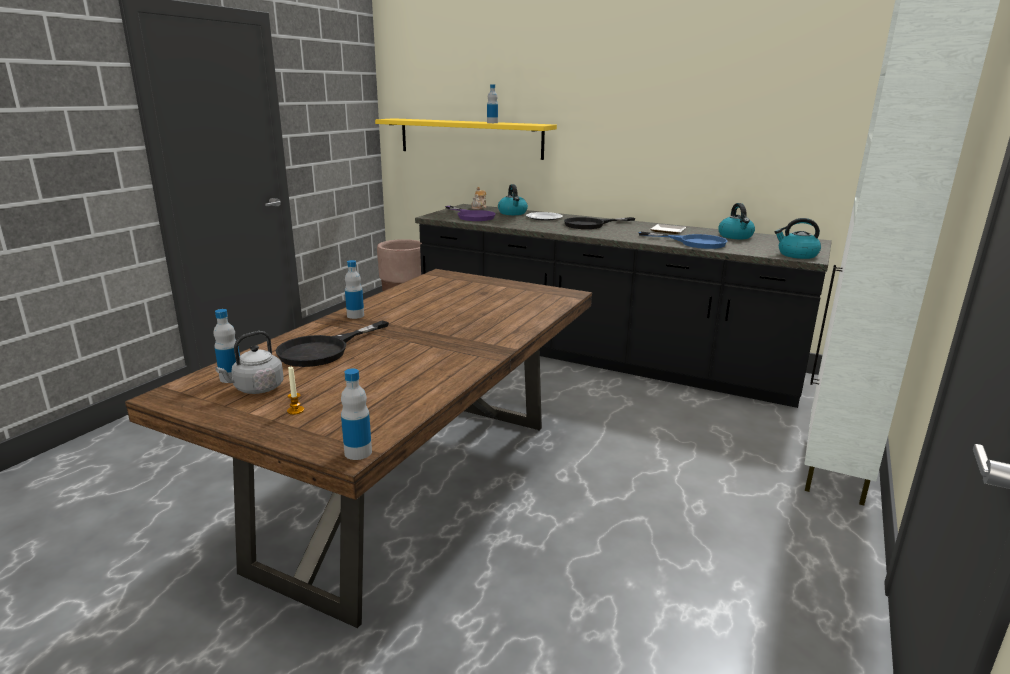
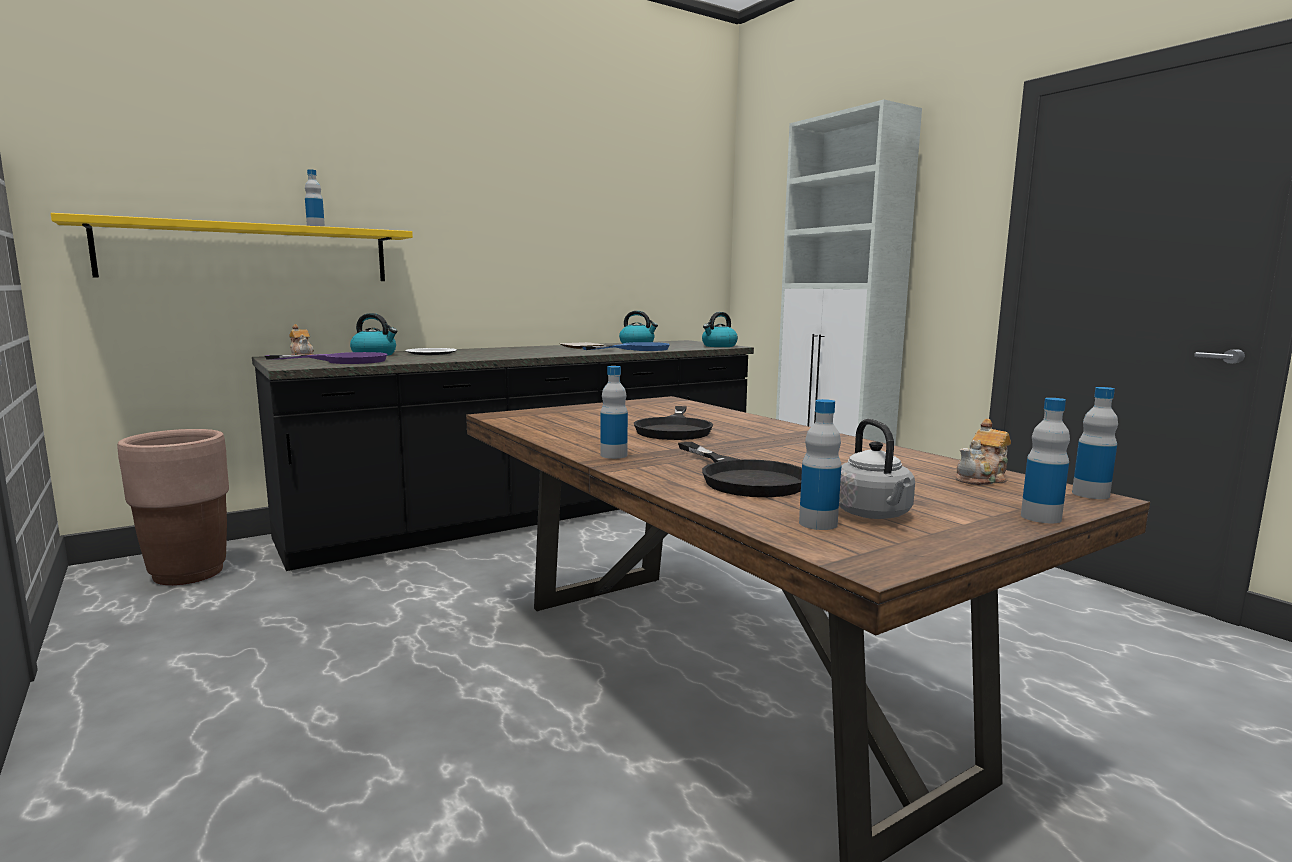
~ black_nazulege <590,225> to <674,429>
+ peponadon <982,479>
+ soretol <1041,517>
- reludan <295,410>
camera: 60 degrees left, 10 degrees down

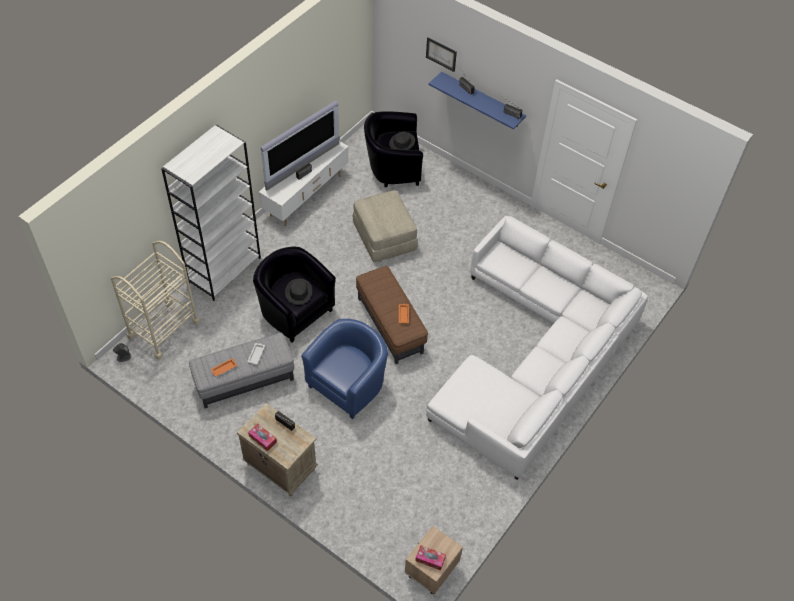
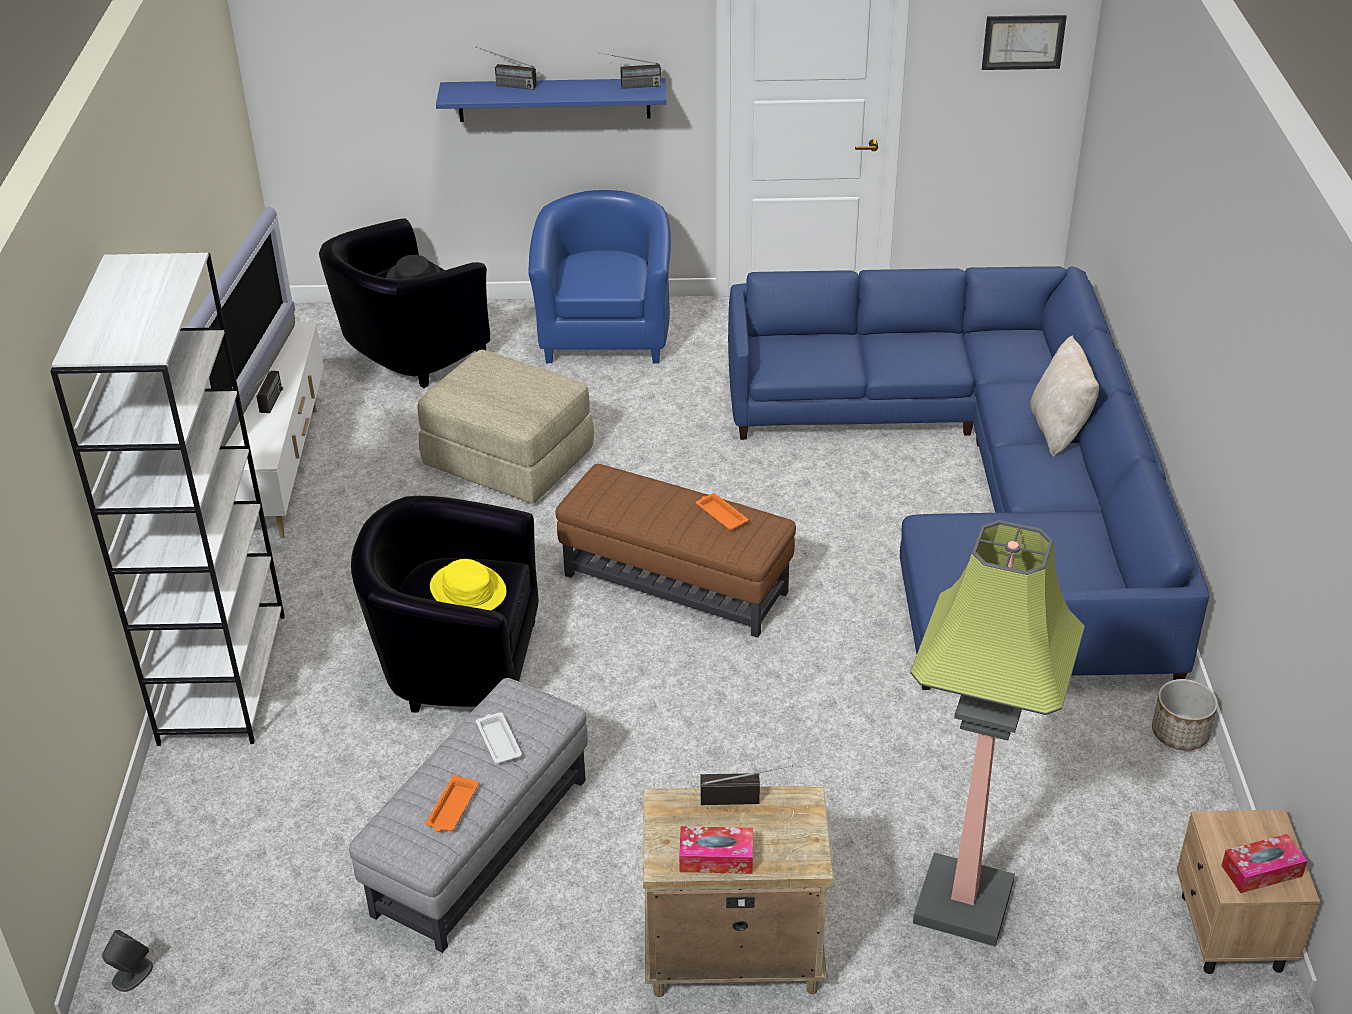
~ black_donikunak <298,292> to yellow_donikunak <468,590>
~ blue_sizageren <348,384> to <605,333>
~ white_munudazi <535,357> to blue_munudazi <981,491>
+ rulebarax <964,904>
~ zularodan <441,54> to <1023,42>
+ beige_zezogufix <1059,430>
+ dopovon <1180,733>
- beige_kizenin <164,329>
camera: 35 degrees left, 15 degrees down

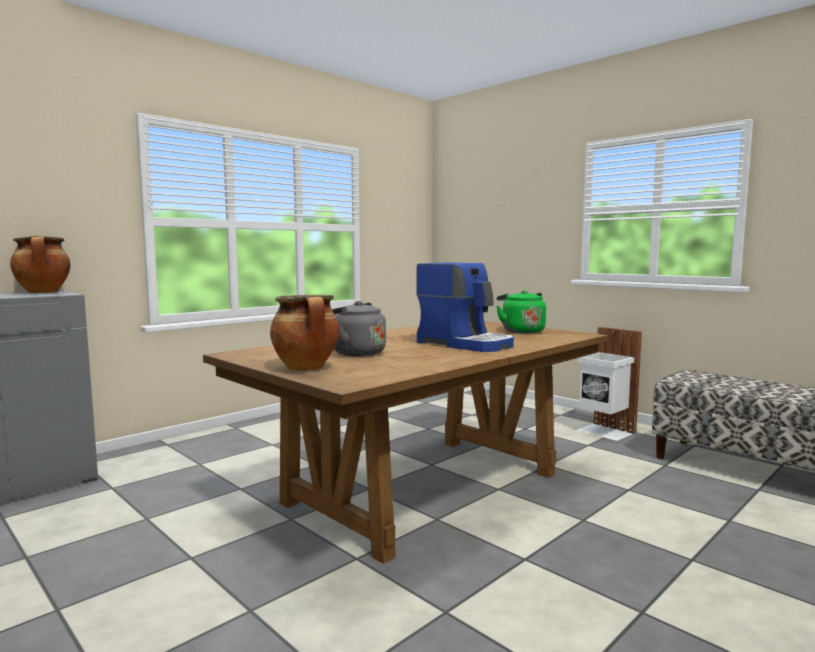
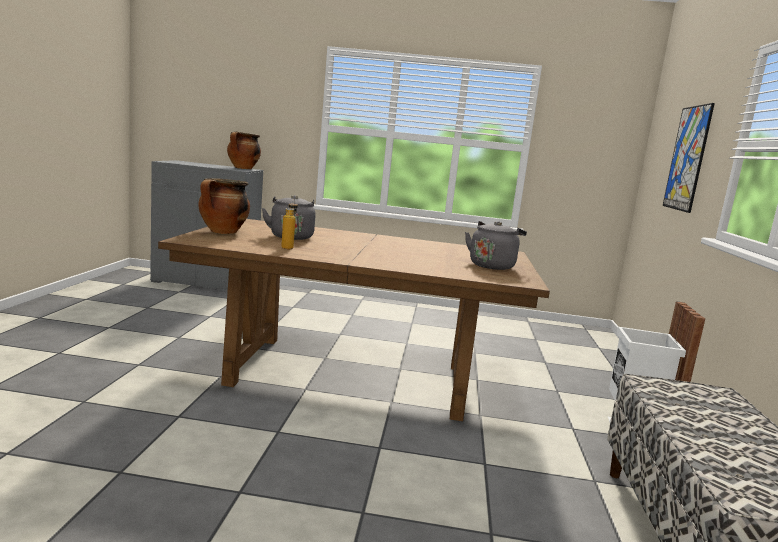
+ soretol <288,247>
~ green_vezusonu <521,331> to grey_vezusonu <492,265>
+ zularodan <687,158>
- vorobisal <466,344>
camera: 50 degrees right, 5 degrees up

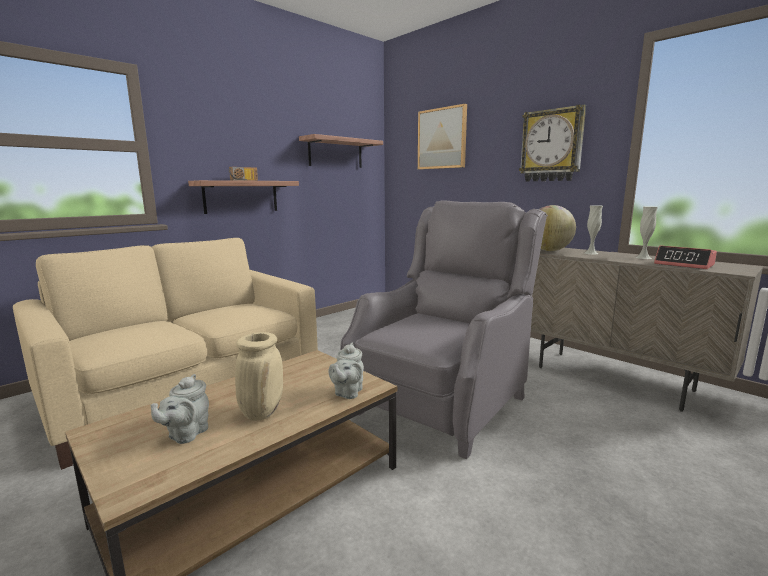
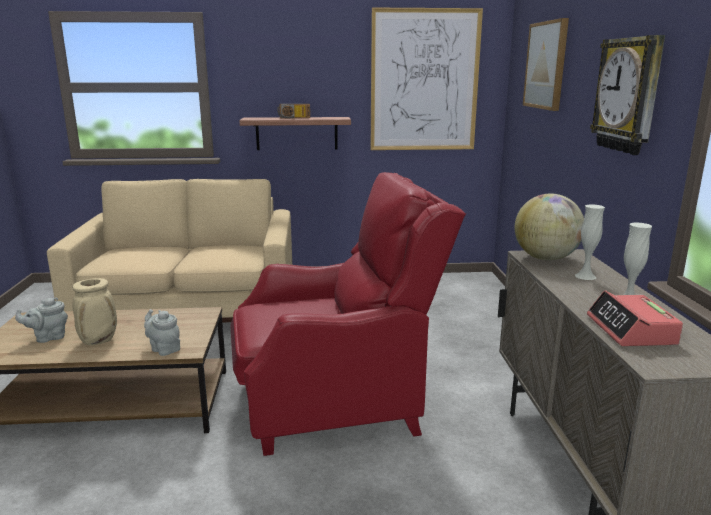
~ grey_peponadon <347,393> = <164,349> 75 degrees clockwise
~ grey_sizageren <443,402> to red_sizageren <337,402>
~ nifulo <335,153> to zularodan <424,81>
camera: 40 degrees right, 5 degrees up

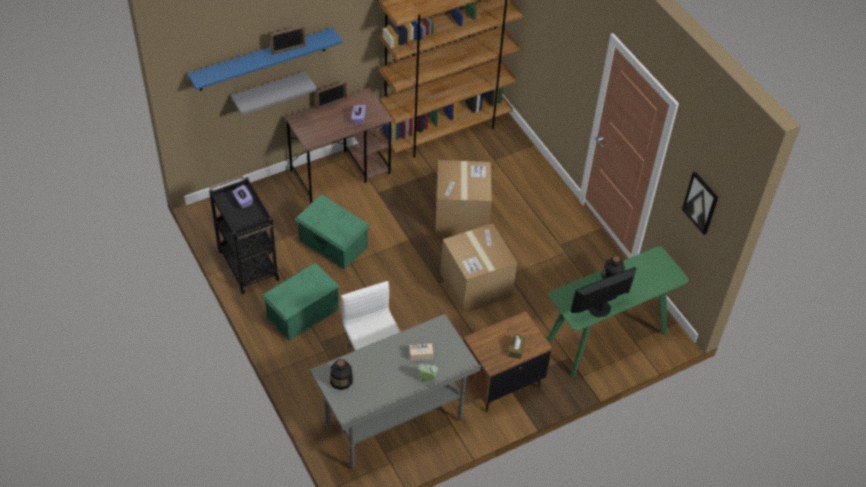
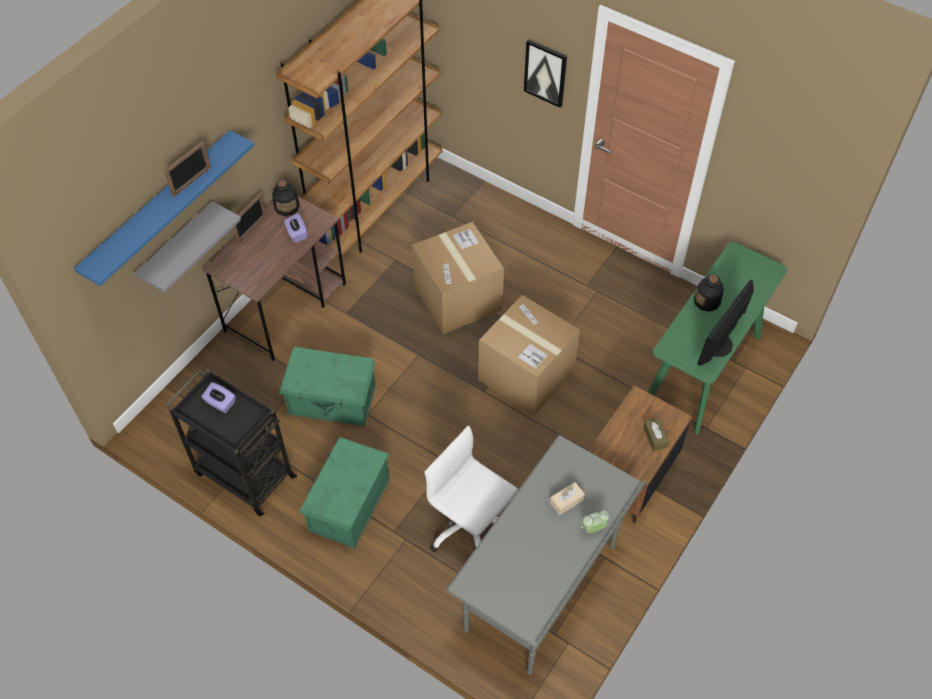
~ soretol <341,380> to <287,207>
~ zularodan <701,202> to <545,72>
camera: 25 degrees left, 5 degrees up

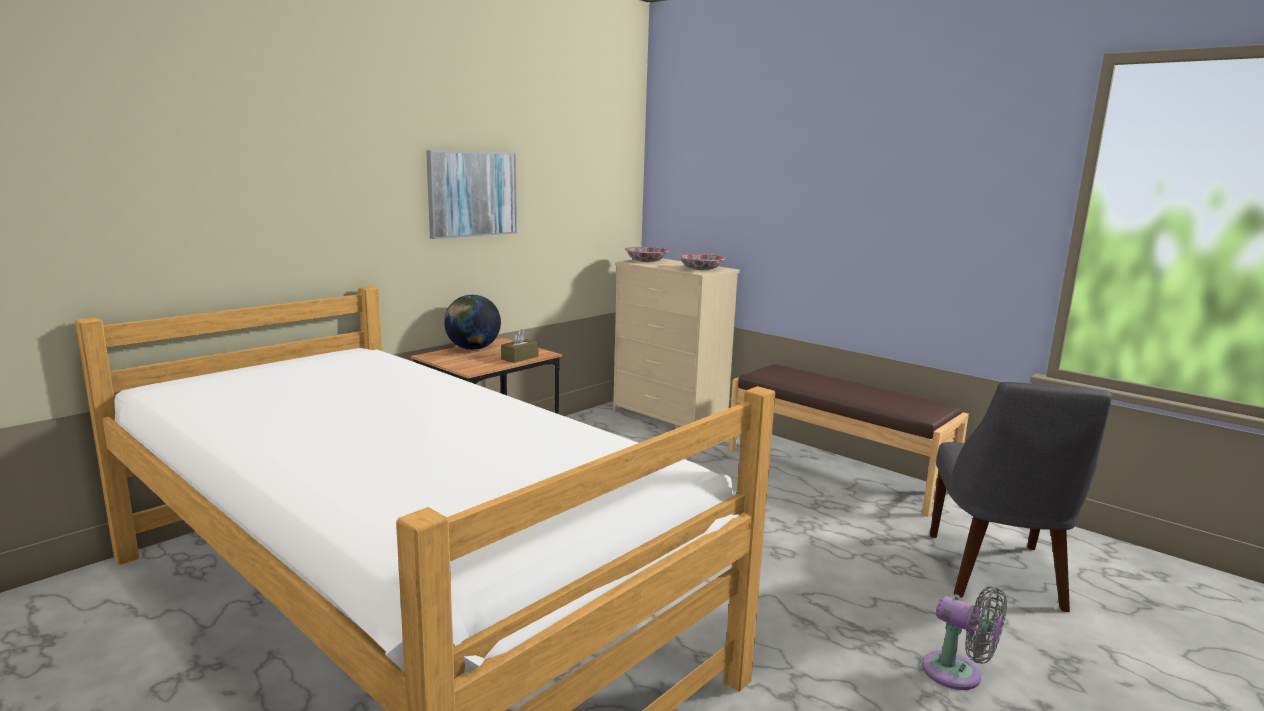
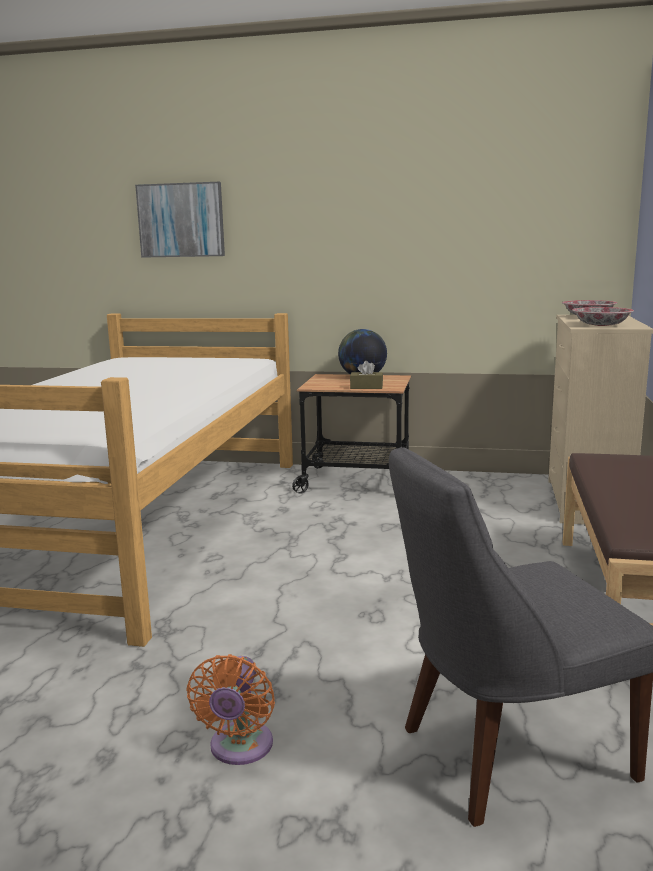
~ zularodan <472,194> to <181,220>
~ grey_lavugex <958,674> to orange_lavugex <239,749>
camera: 60 degrees right, 0 degrees up

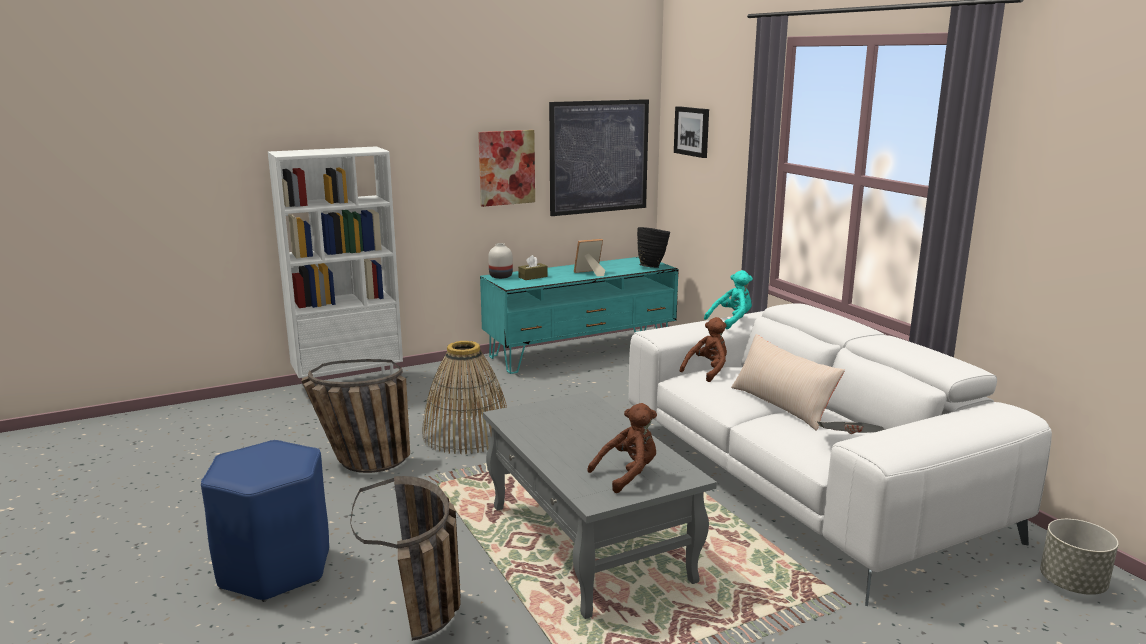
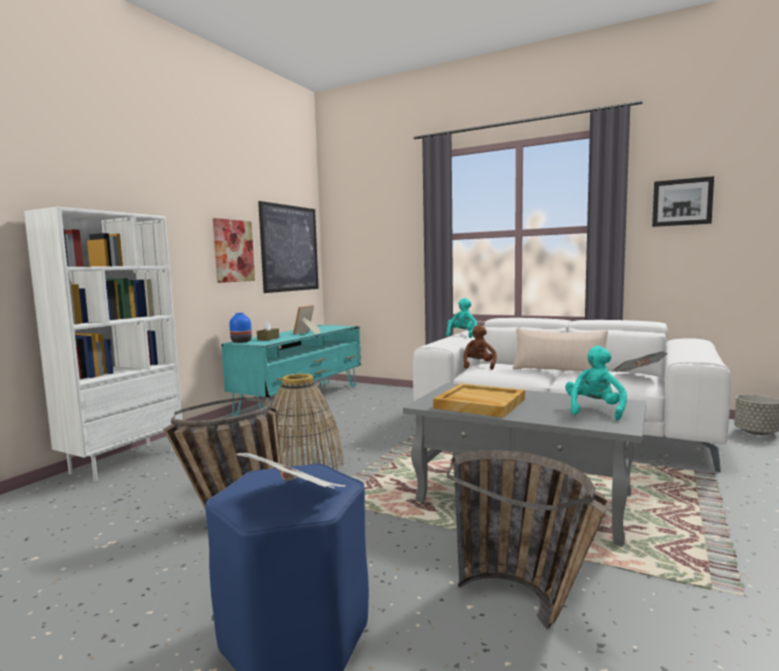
~ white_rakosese <501,276> to blue_rakosese <241,341>
+ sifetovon <294,498>
+ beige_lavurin <479,403>
~ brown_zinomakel <628,474> to turquoise_zinomakel <594,410>
~ zularodan <692,131> to <682,202>
- black_rakosese <652,266>
camera: 35 degrees left, 10 degrees down

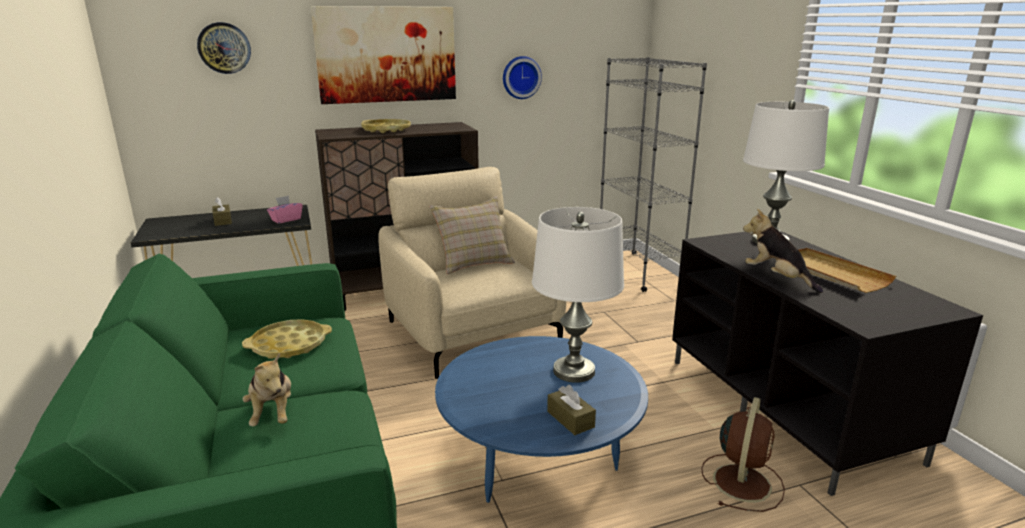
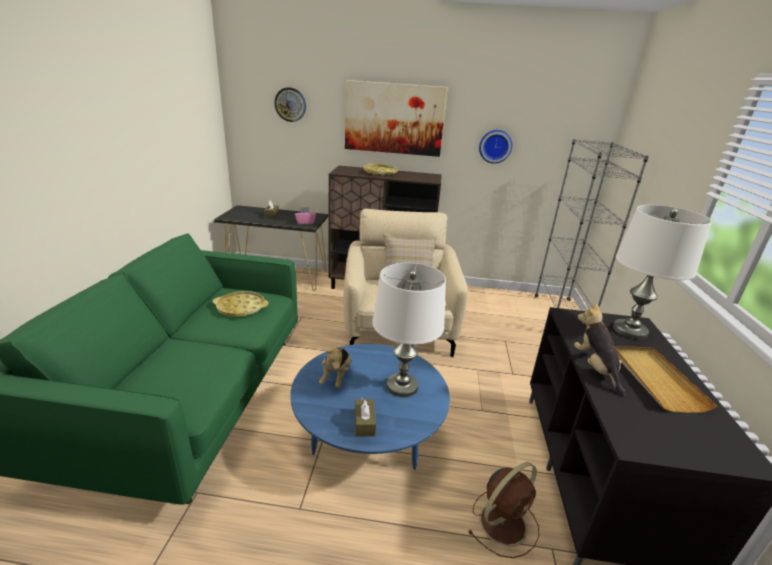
~ zinomakel <273,413> to <336,377>
camera: 25 degrees right, 5 degrees up

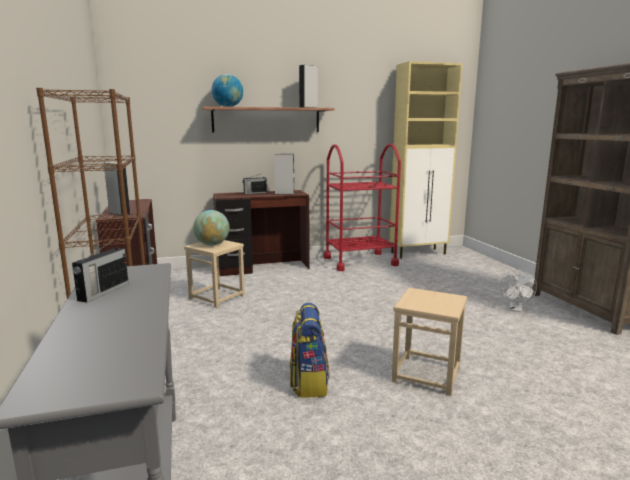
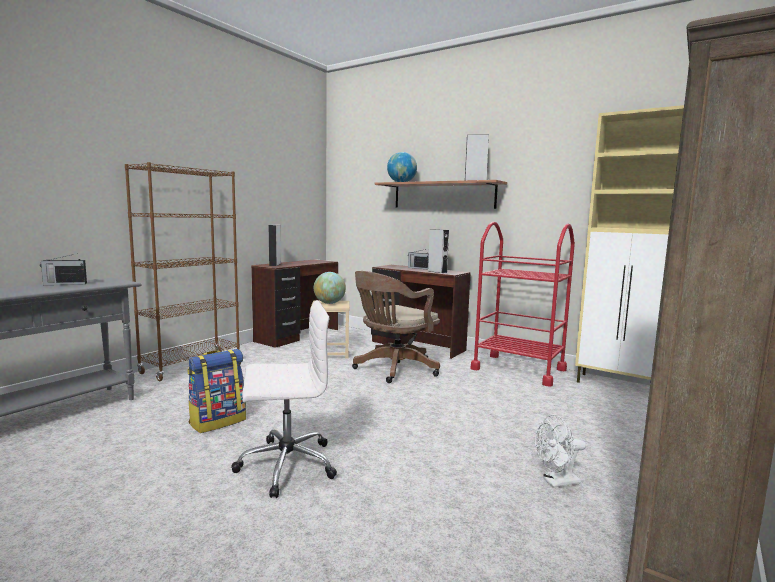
~ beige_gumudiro <426,374> to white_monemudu <285,465>
+ brown_monemudu <393,369>
camera: 50 degrees right, 5 degrees down

